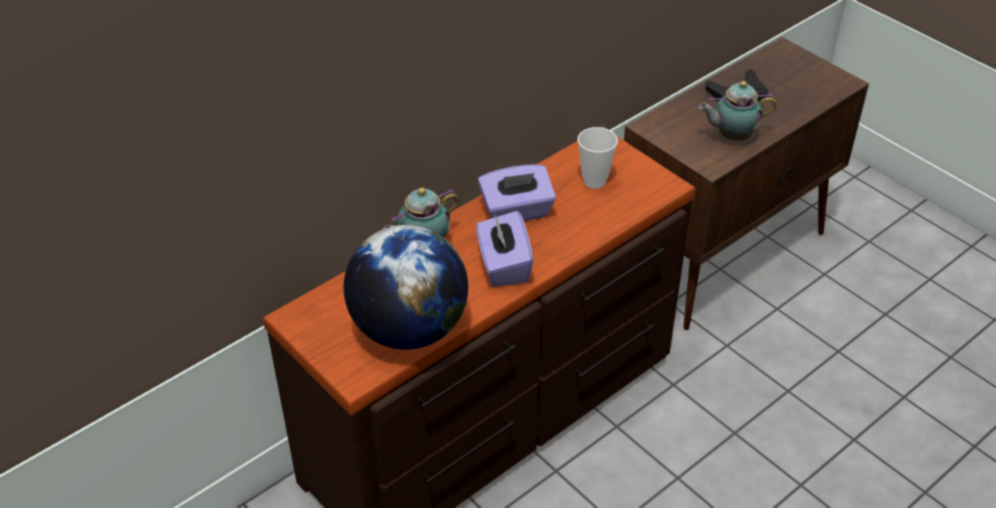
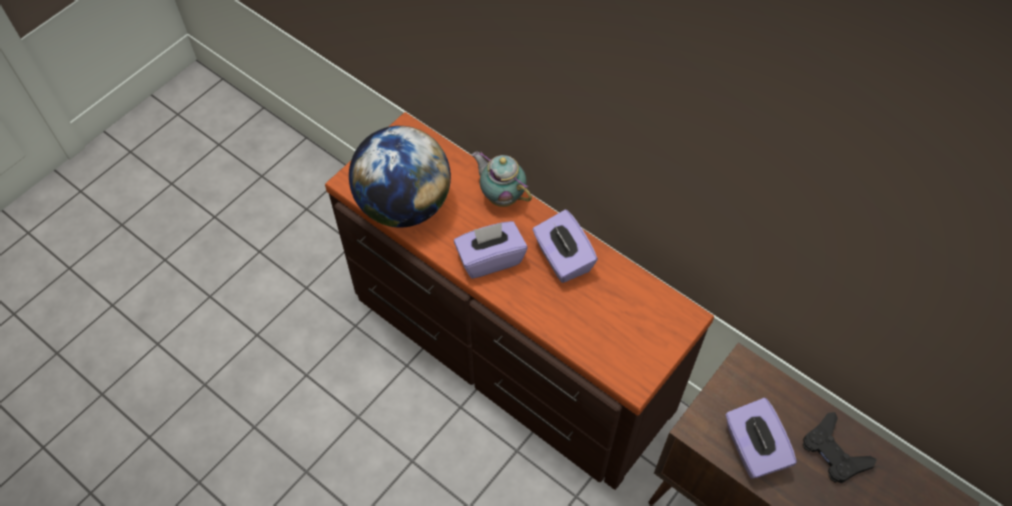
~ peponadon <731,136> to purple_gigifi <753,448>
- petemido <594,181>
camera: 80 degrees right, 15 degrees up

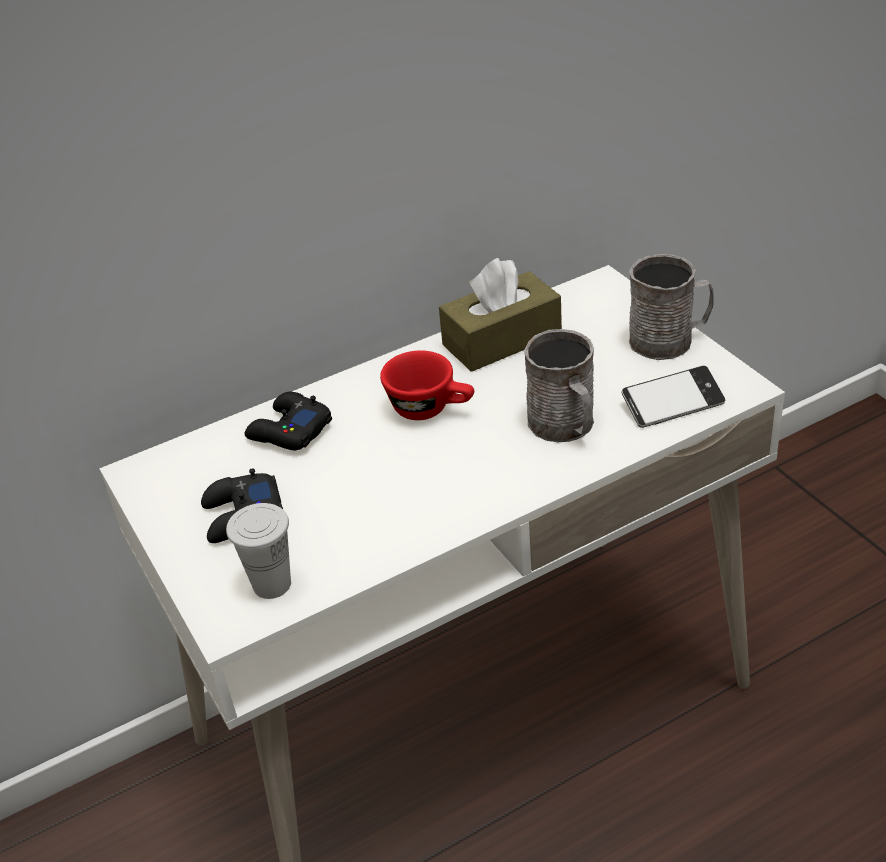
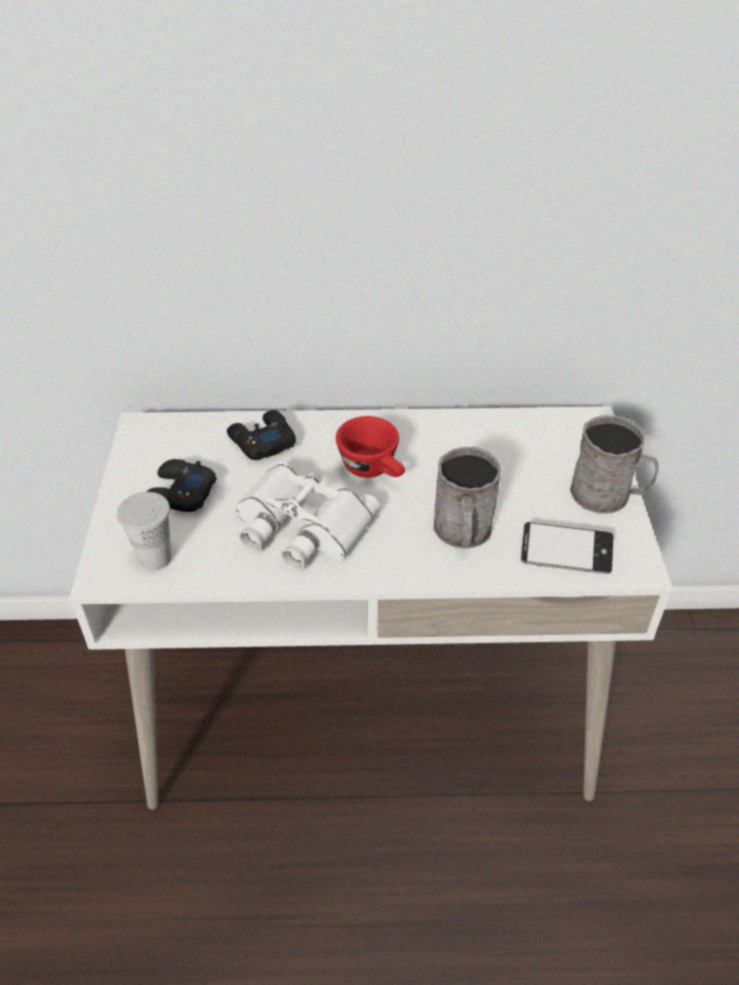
+ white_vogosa <299,526>
- brown_gigifi <502,339>
camera: 25 degrees right, 5 degrees up

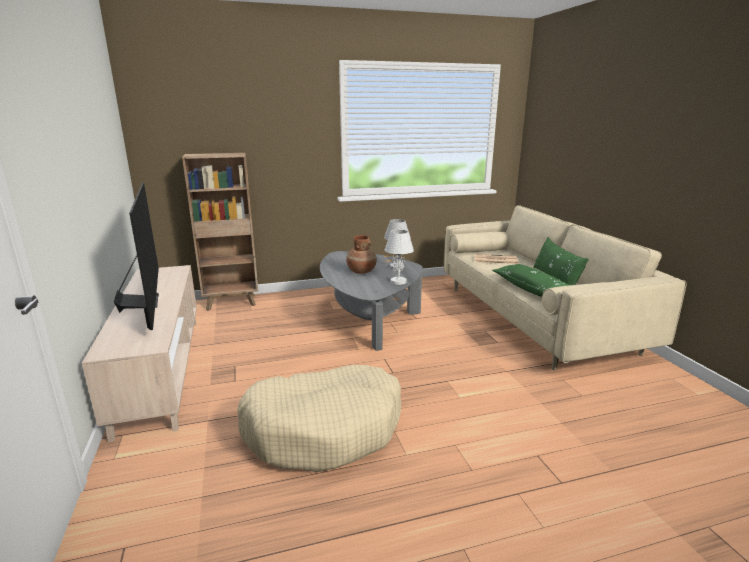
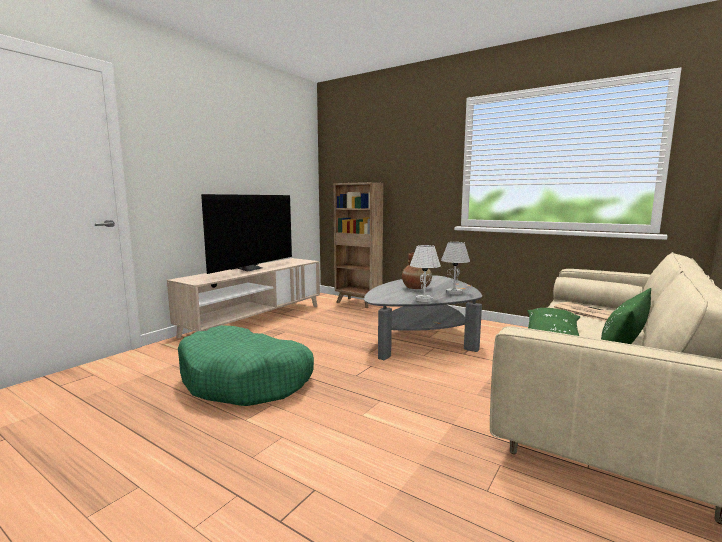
~ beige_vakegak <324,429> to green_vakegak <246,380>
camera: 50 degrees right, 10 degrees down

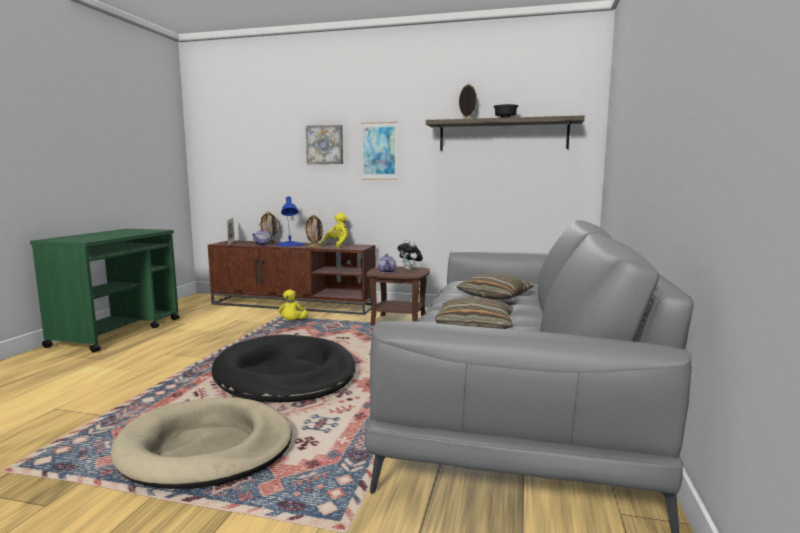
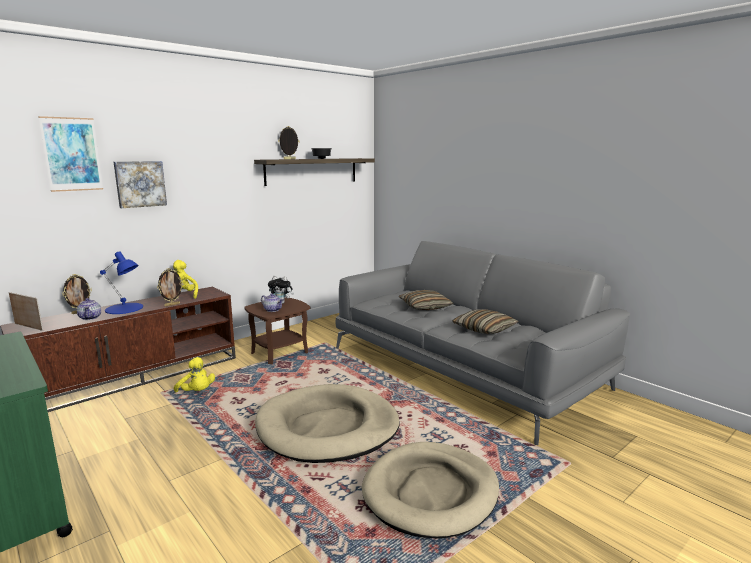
~ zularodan <379,151> to <72,154>
~ black_vakegak <285,375> to beige_vakegak <328,428>
camera: 55 degrees left, 5 degrees up

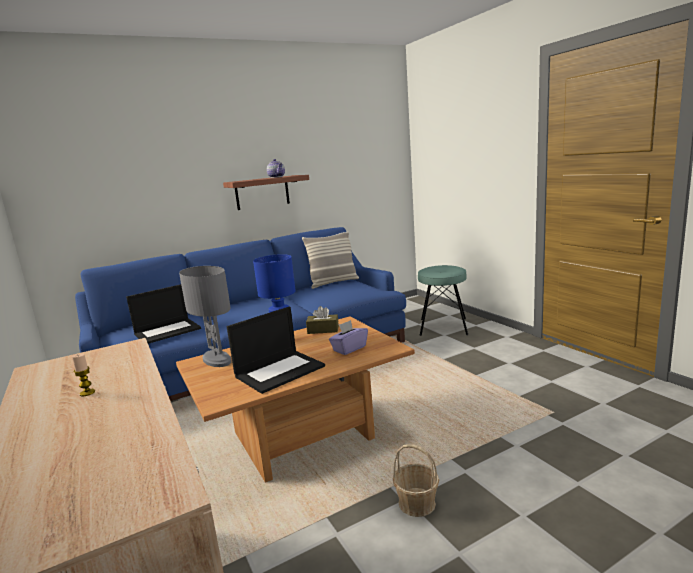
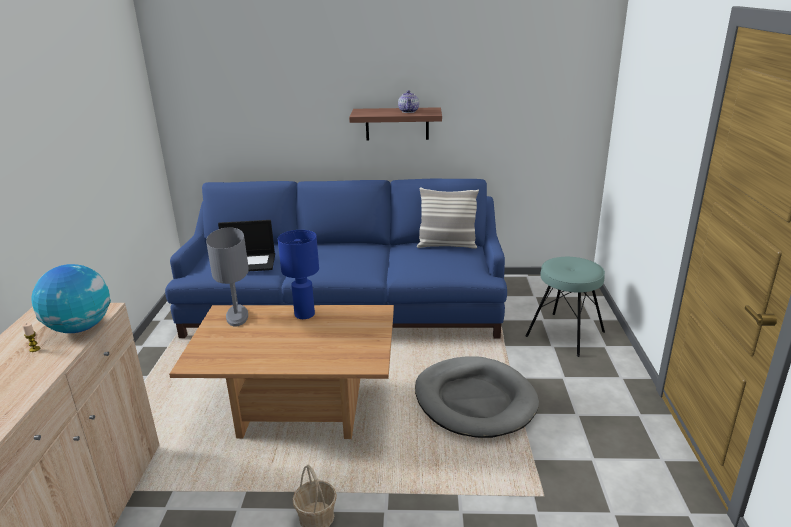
+ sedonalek <79,328>
+ grey_vakegak <474,400>
- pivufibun <280,371>
- brown_gigifi <323,330>
- purple_gigifi <349,349>
camera: 30 degrees right, 10 degrees up

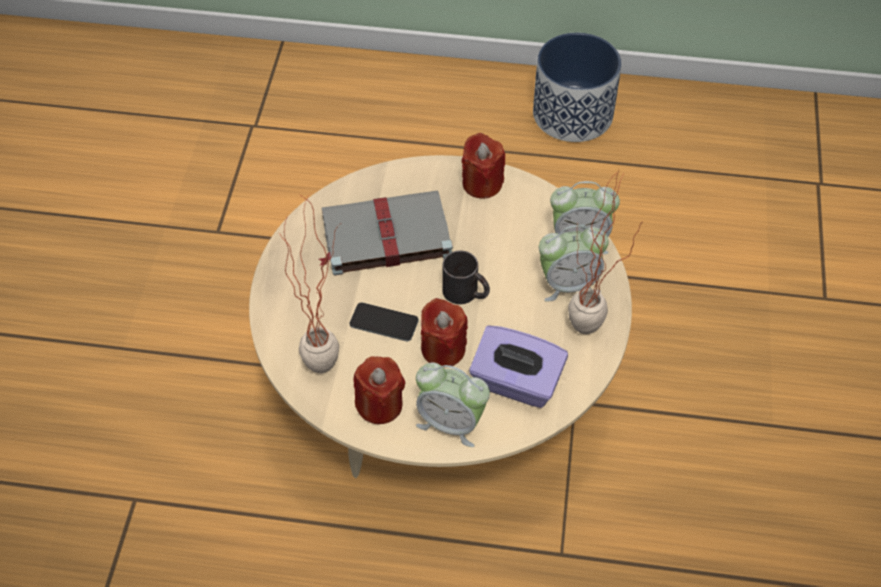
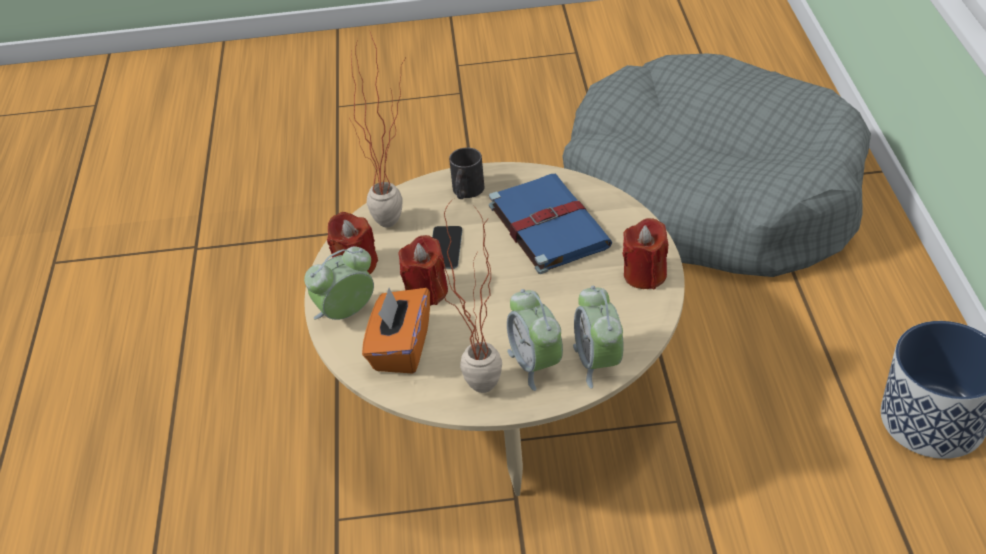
~ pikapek <451,422> = <346,314> 45 degrees clockwise
~ purple_gigifi <516,383> to orange_gigifi <400,348>
~ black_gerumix <466,293> to <466,192>
~ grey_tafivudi <384,236> to blue_tafivudi <547,225>
+ grey_vakegak <711,194>
camera: 80 degrees right, 10 degrees down

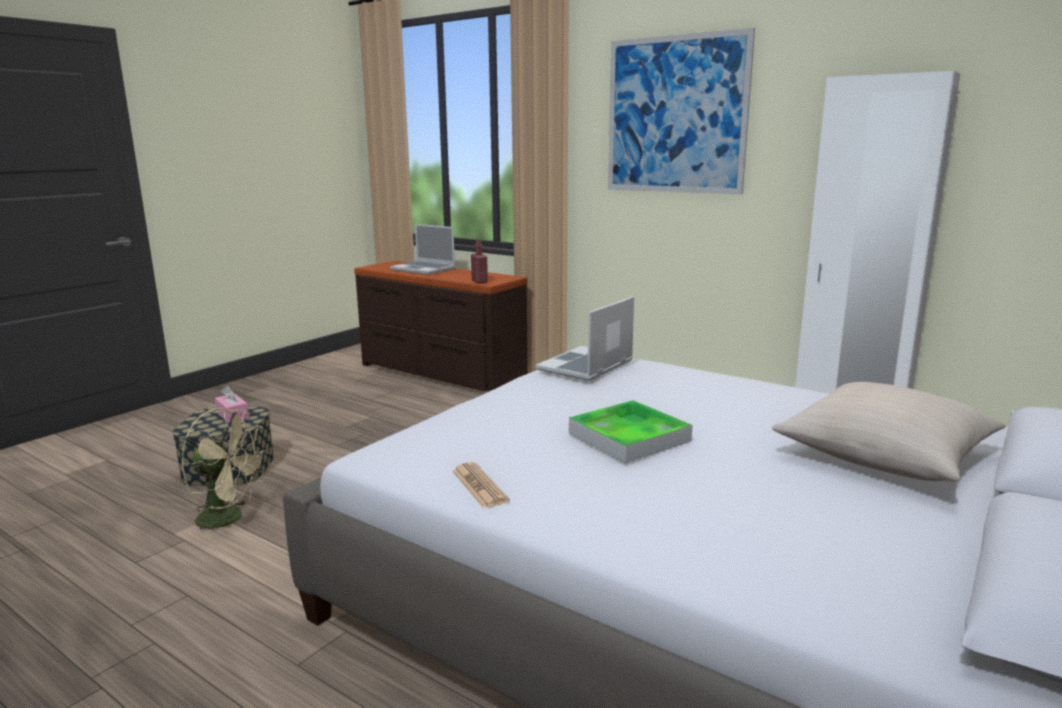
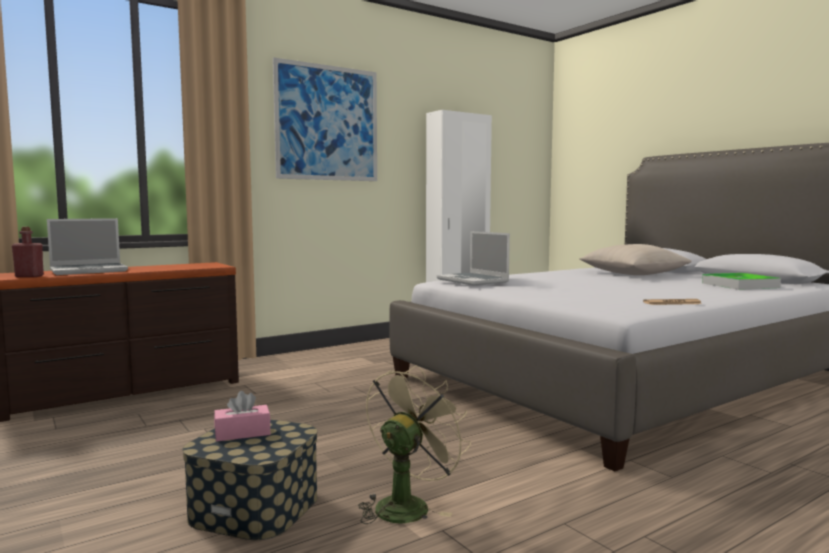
~ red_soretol <479,281> to <29,276>
~ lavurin <629,437> to <740,285>
camera: 70 degrees left, 10 degrees down

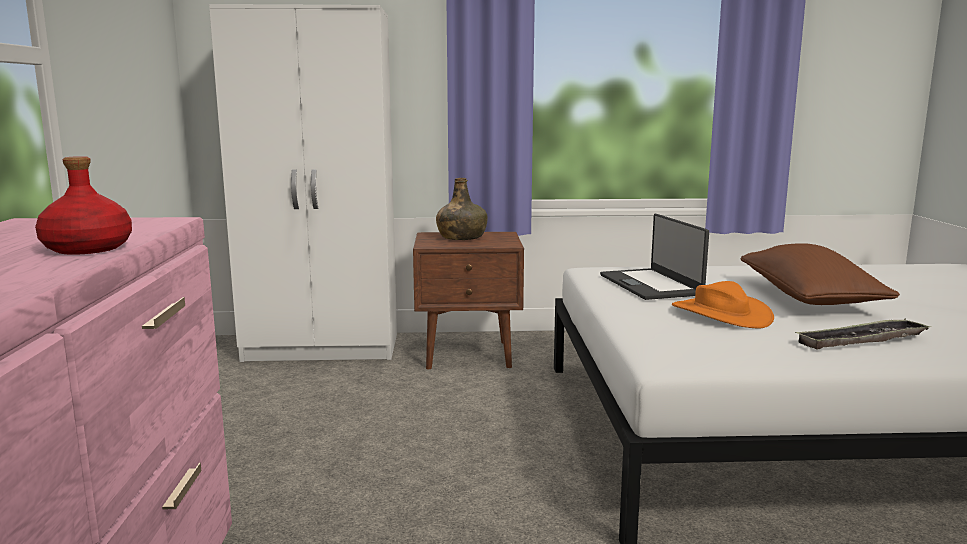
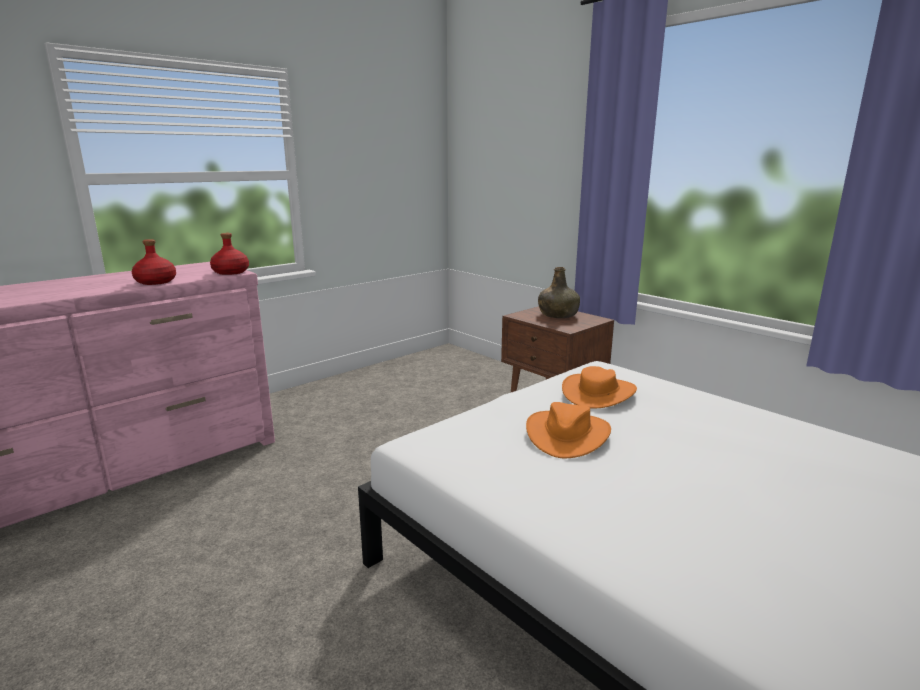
+ red_soretol <231,272>
~ pivufibun <651,285> to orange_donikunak <599,393>
- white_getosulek <323,348>
- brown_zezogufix <809,298>
- lavurin <861,340>
camera: 50 degrees right, 5 degrees up

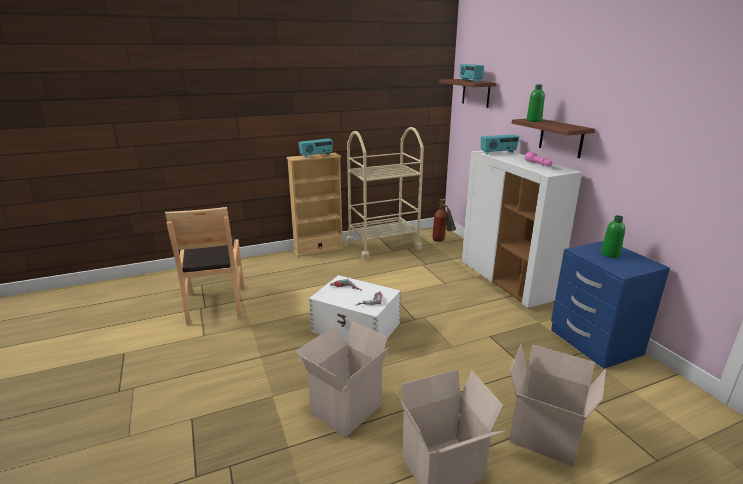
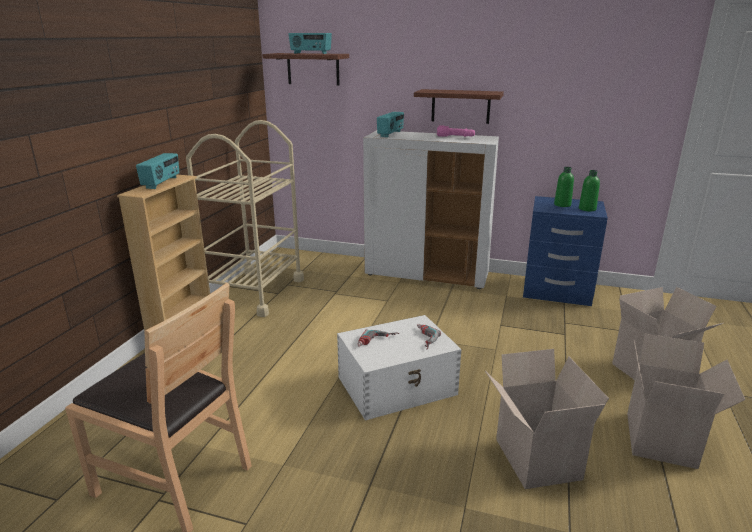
~ green_soretol <534,121> to <587,209>
- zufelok <442,241>
camera: 50 degrees left, 0 degrees up

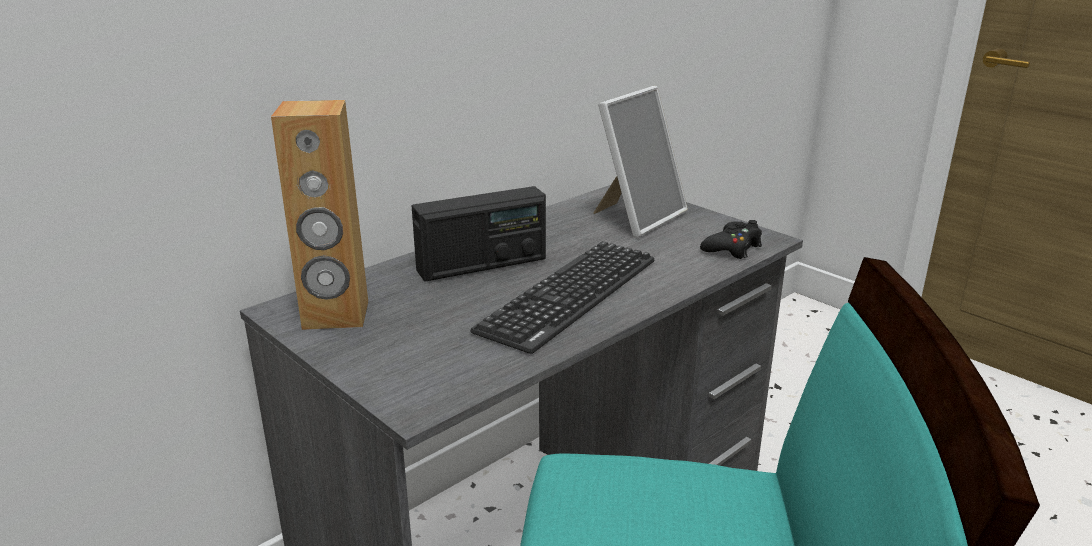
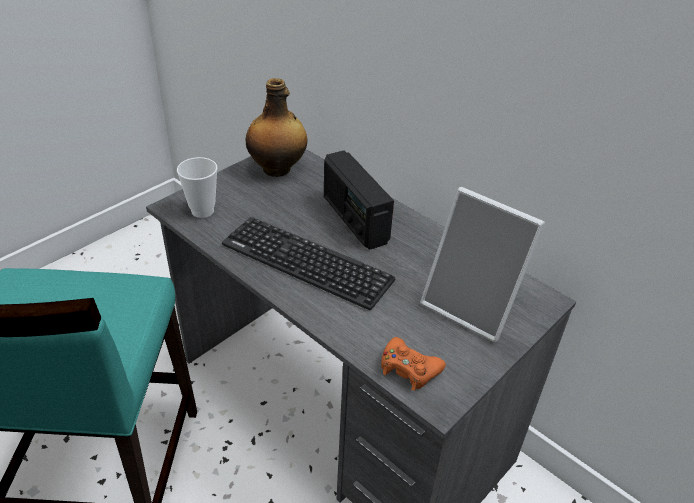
+ petemido <202,211>
~ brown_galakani <336,315> to soretol <278,169>
~ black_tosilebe <732,248> to orange_tosilebe <409,369>
camera: 85 degrees right, 15 degrees up

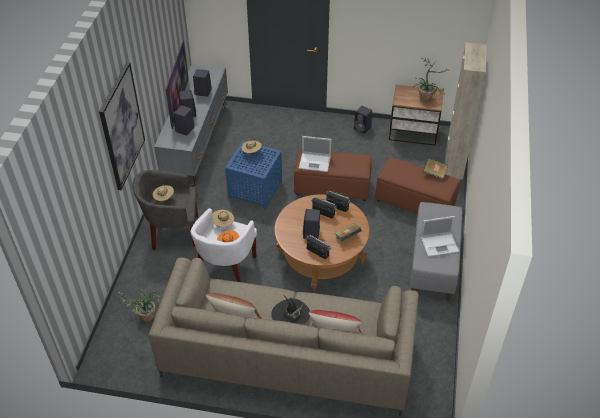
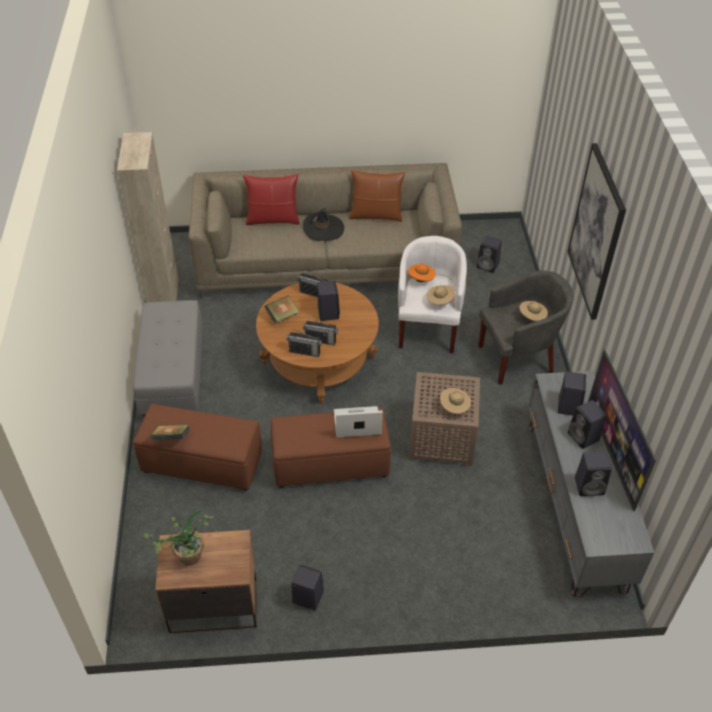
~ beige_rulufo <454,164> to <164,298>
~ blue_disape <256,188> to brown_disape <440,439>
~ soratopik <143,318> to black_galakani <488,266>
- pivufibun <440,244>
camera: 165 degrees right, 0 degrees up

